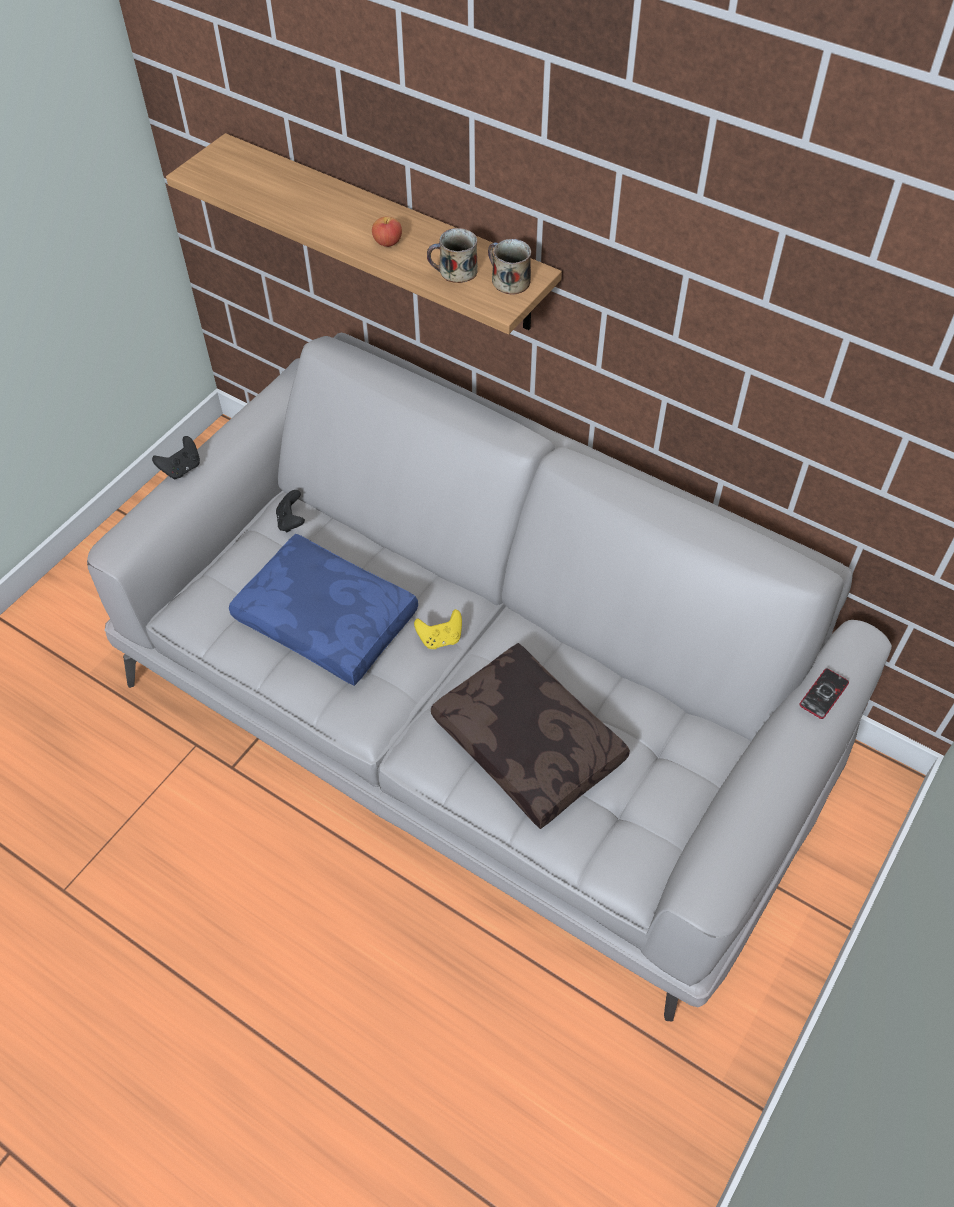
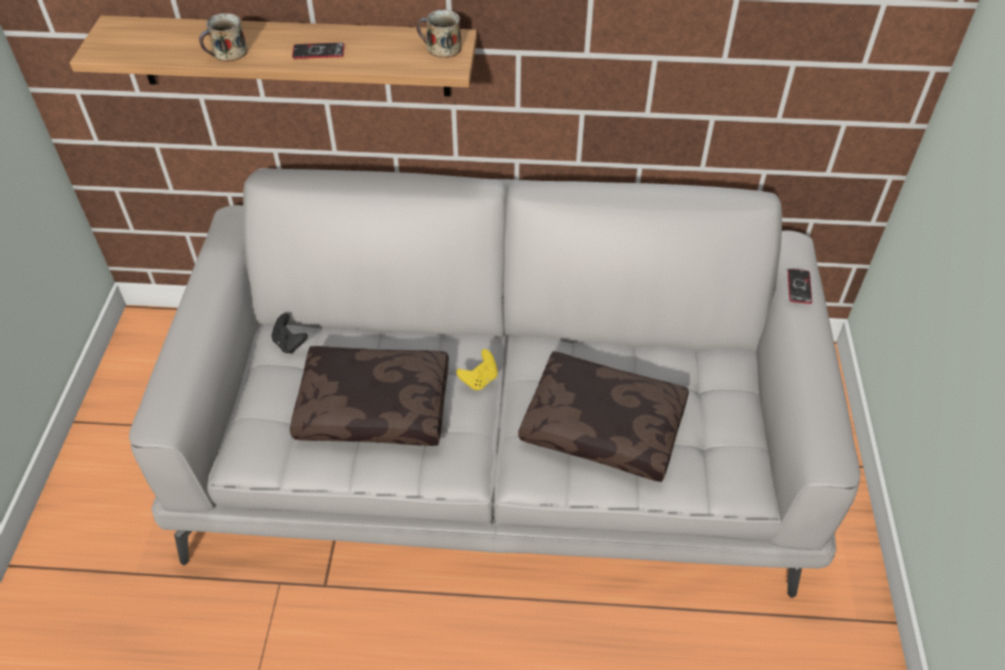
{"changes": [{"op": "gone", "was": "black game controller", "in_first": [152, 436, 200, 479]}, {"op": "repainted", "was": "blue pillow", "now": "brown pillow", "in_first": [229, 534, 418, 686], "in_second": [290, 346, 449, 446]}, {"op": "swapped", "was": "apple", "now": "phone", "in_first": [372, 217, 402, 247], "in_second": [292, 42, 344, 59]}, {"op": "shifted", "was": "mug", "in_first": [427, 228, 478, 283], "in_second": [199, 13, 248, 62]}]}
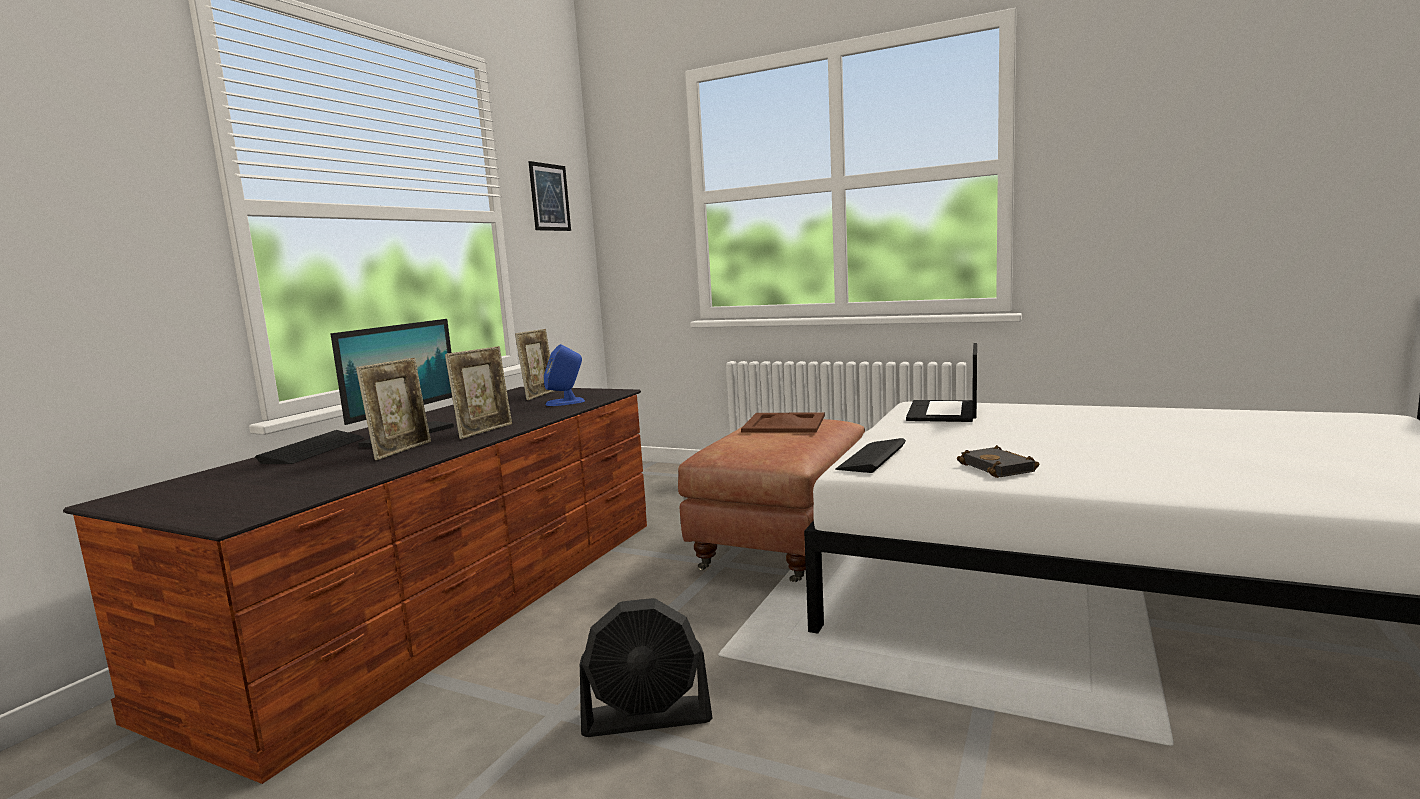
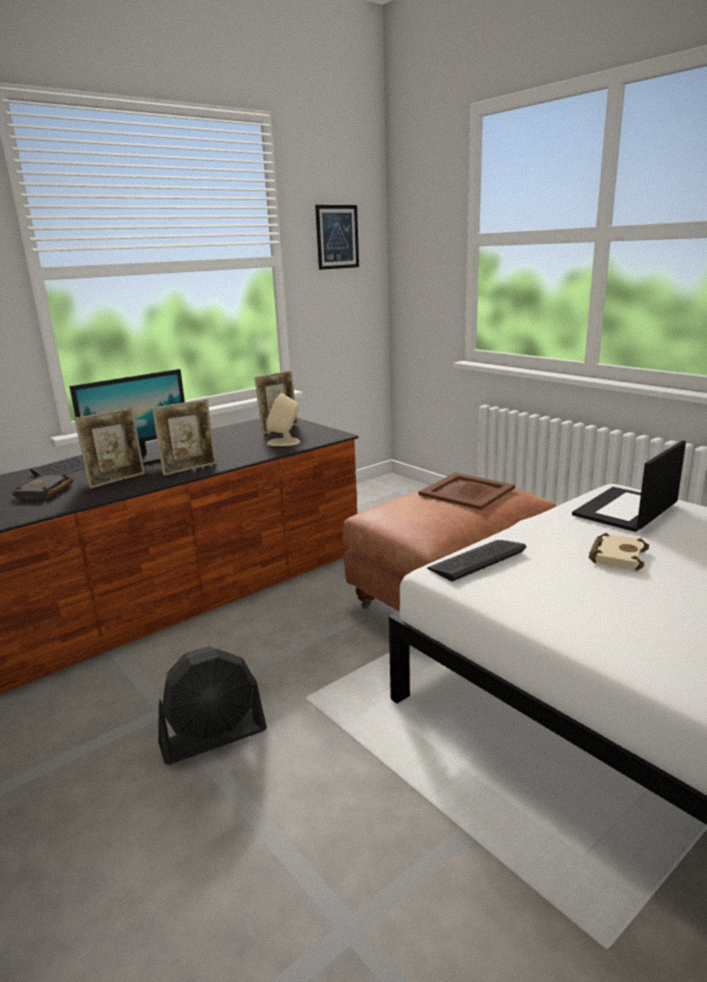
{"changes": [{"op": "repainted", "was": "blue speaker", "now": "beige speaker", "in_first": [544, 344, 585, 406], "in_second": [266, 393, 300, 446]}, {"op": "rotated", "was": "black fan", "in_first": [580, 598, 713, 737], "in_second": [158, 646, 267, 765], "clockwise": -45}, {"op": "shifted", "was": "black book", "in_first": [957, 445, 1039, 478], "in_second": [12, 474, 74, 499]}, {"op": "new", "now": "beige book", "in_second": [589, 533, 649, 571]}]}
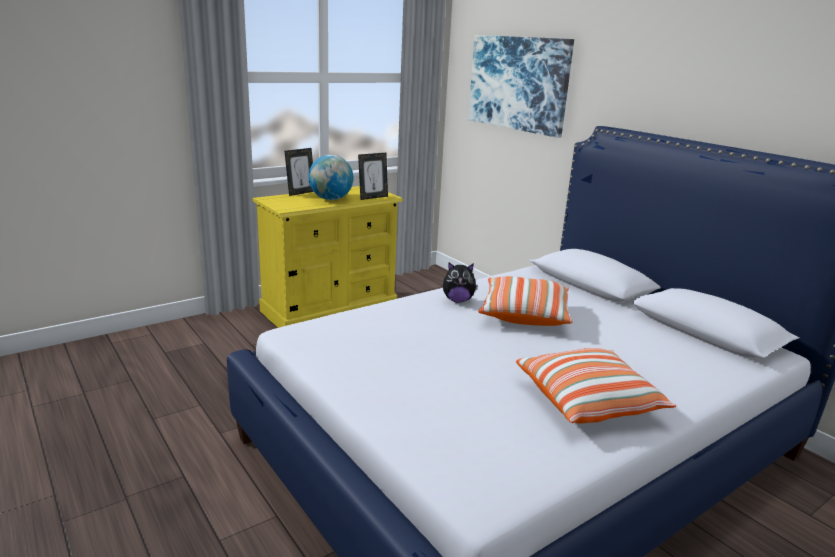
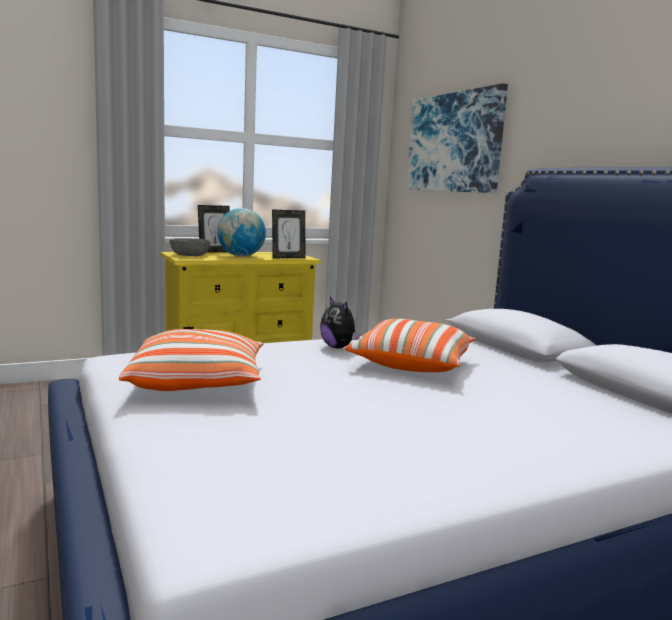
{"changes": [{"op": "rotated", "was": "plush toy", "in_first": [443, 262, 478, 303], "in_second": [320, 297, 360, 349], "clockwise": 45}, {"op": "shifted", "was": "pillow", "in_first": [516, 348, 676, 424], "in_second": [119, 329, 263, 391]}, {"op": "new", "now": "grey bowl", "in_second": [170, 238, 210, 256]}]}
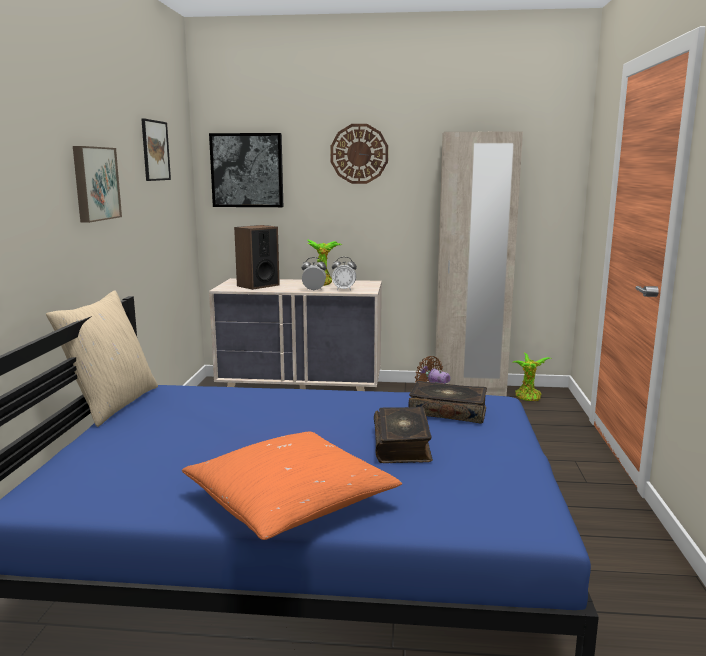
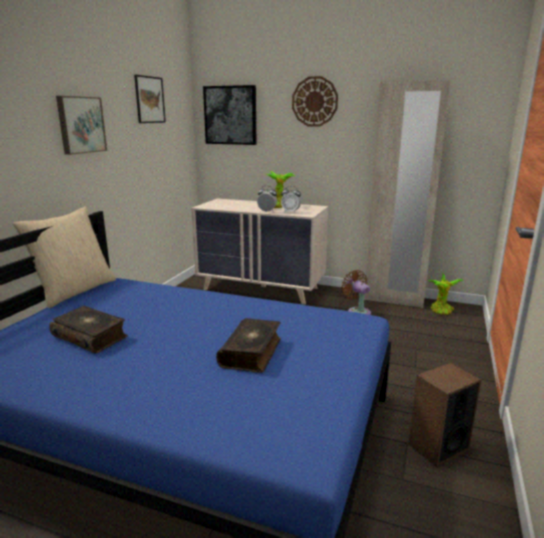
{"changes": [{"op": "gone", "was": "orange pillow", "in_first": [182, 431, 402, 540]}, {"op": "shifted", "was": "speaker", "in_first": [234, 225, 280, 290], "in_second": [409, 362, 481, 467]}, {"op": "shifted", "was": "book", "in_first": [408, 381, 487, 424], "in_second": [49, 306, 128, 354]}]}
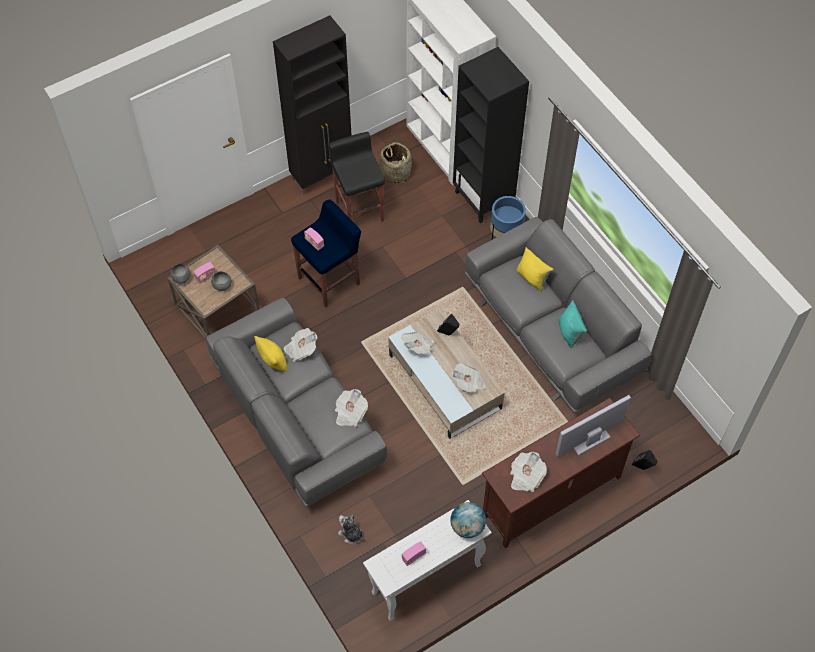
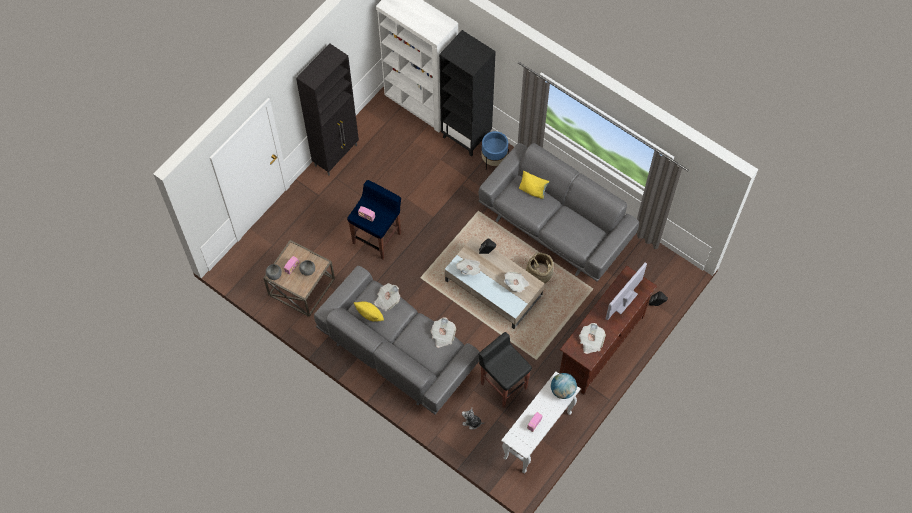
{"changes": [{"op": "shifted", "was": "black stool", "in_first": [329, 132, 385, 222], "in_second": [479, 332, 532, 408]}, {"op": "shifted", "was": "basket", "in_first": [380, 142, 412, 183], "in_second": [525, 252, 554, 283]}, {"op": "gone", "was": "turquoise pillow", "in_first": [558, 300, 587, 349]}]}
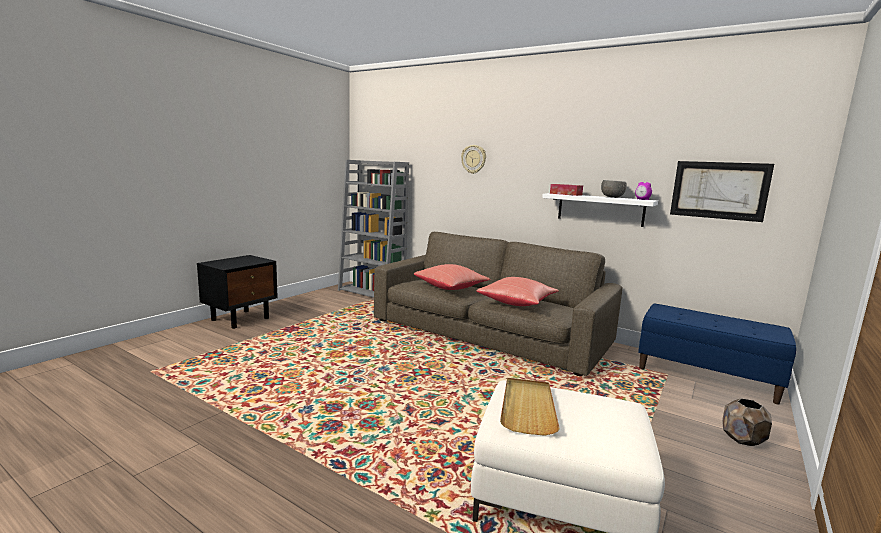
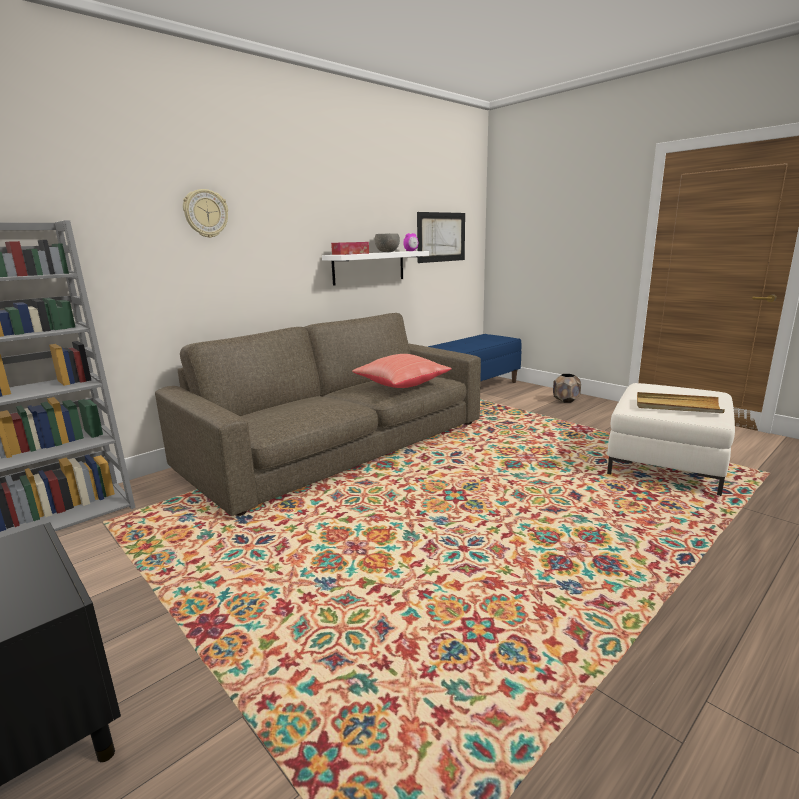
{"changes": [{"op": "gone", "was": "red pillow", "in_first": [414, 264, 490, 290]}]}
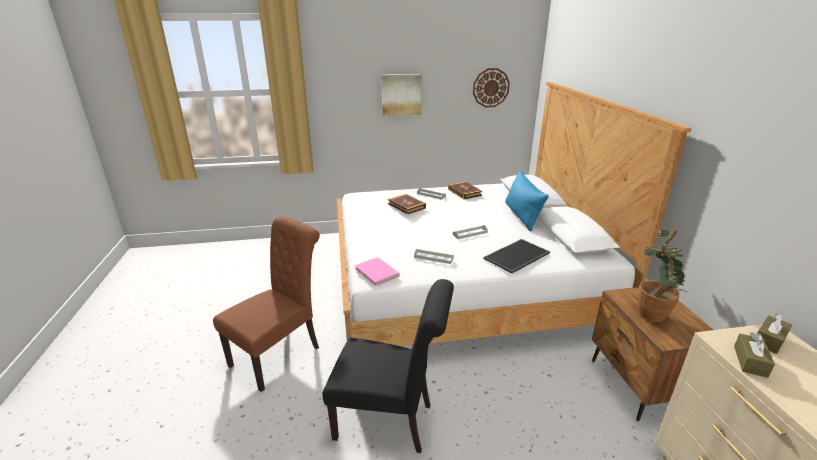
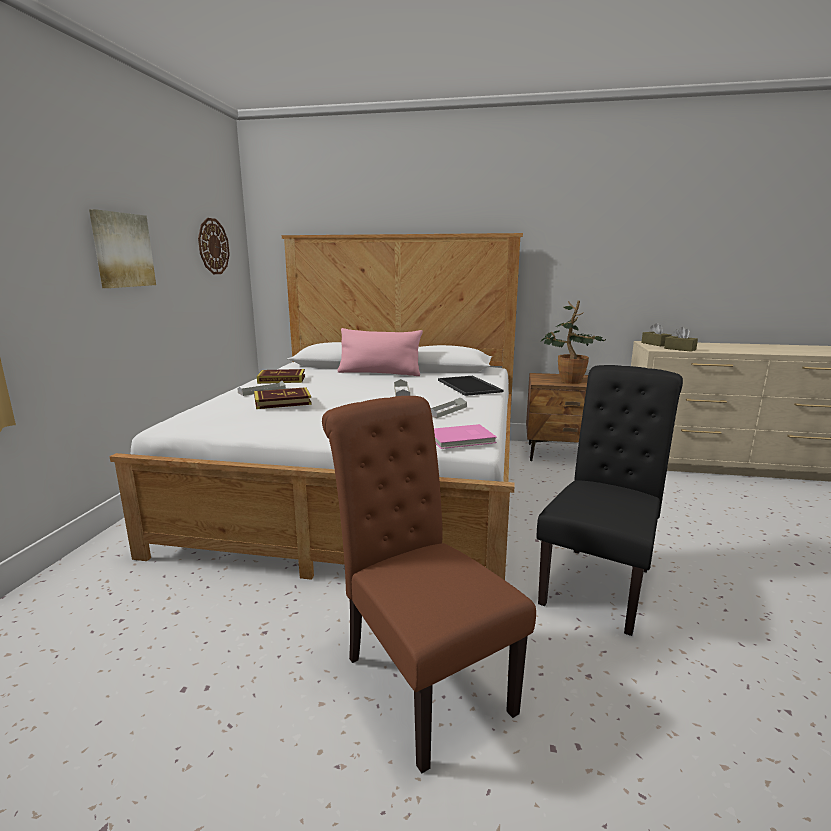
{"changes": [{"op": "repainted", "was": "blue pillow", "now": "pink pillow", "in_first": [505, 170, 549, 231], "in_second": [337, 328, 423, 376]}]}
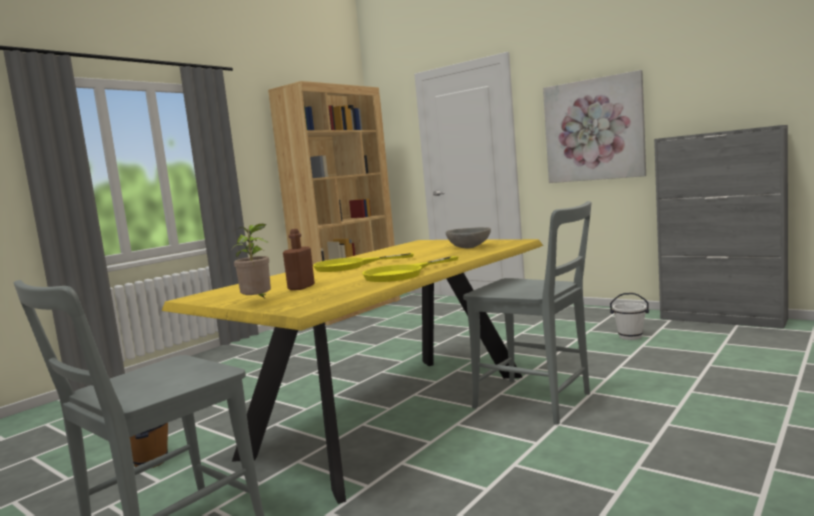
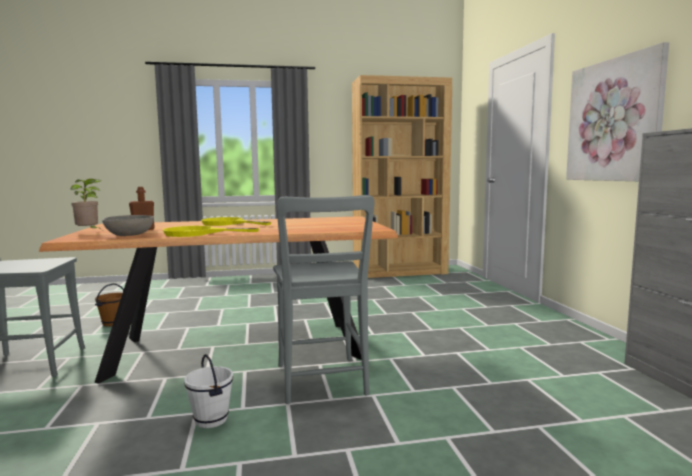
{"changes": [{"op": "repainted", "was": "yellow dining table", "now": "brown dining table", "in_first": [162, 239, 543, 504], "in_second": [39, 216, 398, 384]}, {"op": "shifted", "was": "grey bowl", "in_first": [446, 227, 491, 249], "in_second": [102, 215, 154, 236]}, {"op": "shifted", "was": "white bucket", "in_first": [610, 293, 649, 340], "in_second": [184, 354, 233, 428]}]}
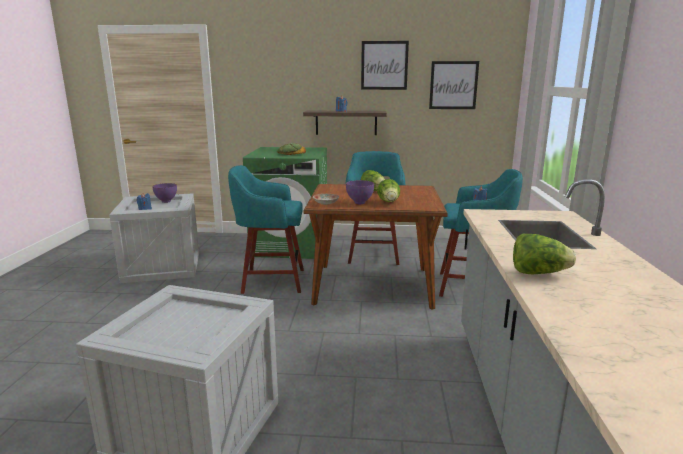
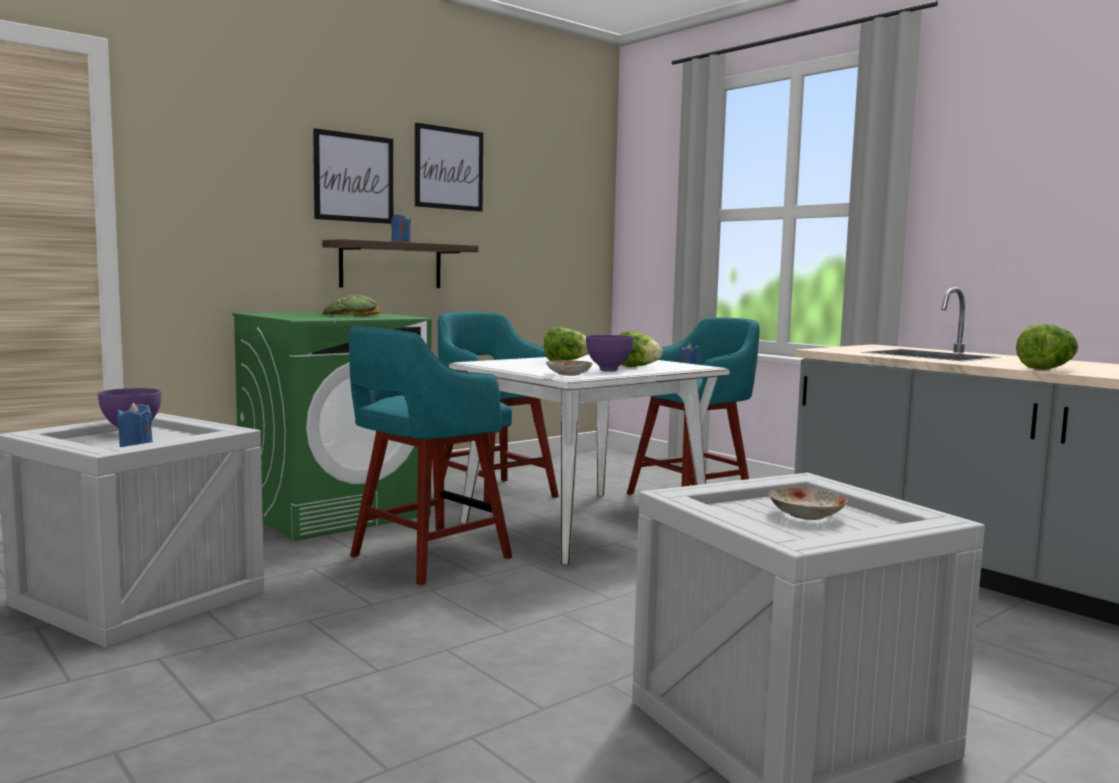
{"changes": [{"op": "repainted", "was": "brown dining table", "now": "white dining table", "in_first": [304, 184, 448, 310], "in_second": [449, 355, 729, 565]}, {"op": "shifted", "was": "picture", "in_first": [429, 61, 479, 109], "in_second": [313, 128, 393, 224]}, {"op": "new", "now": "plate", "in_second": [769, 487, 848, 520]}]}
